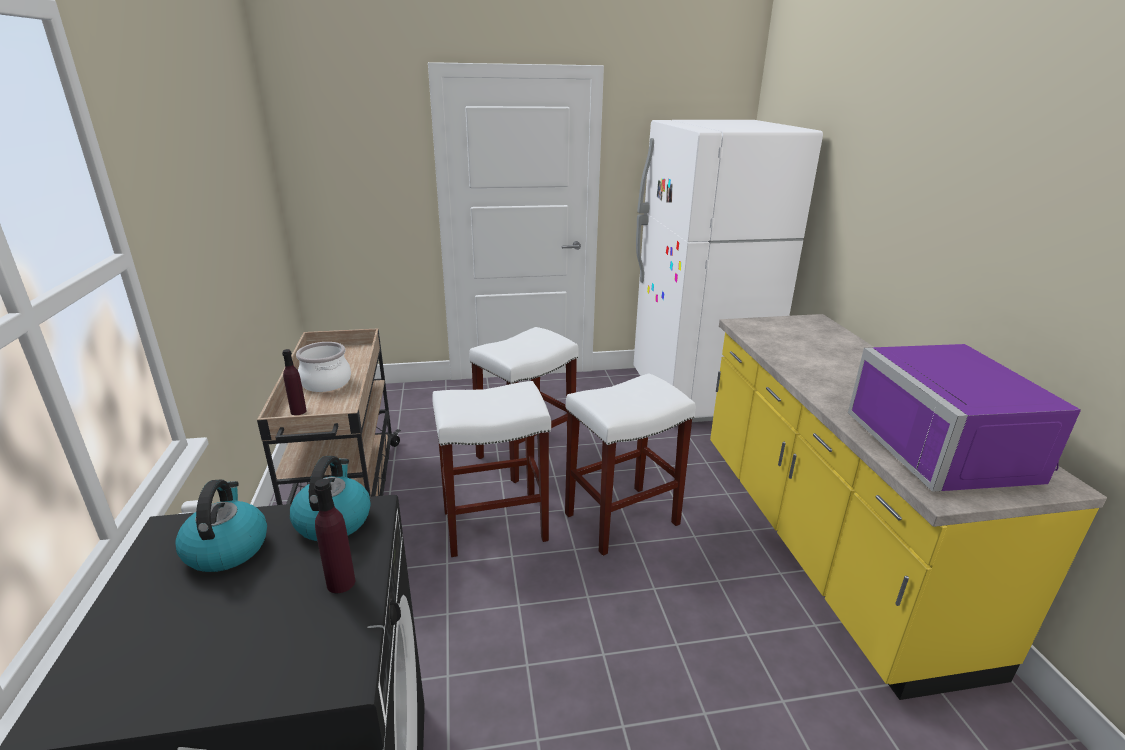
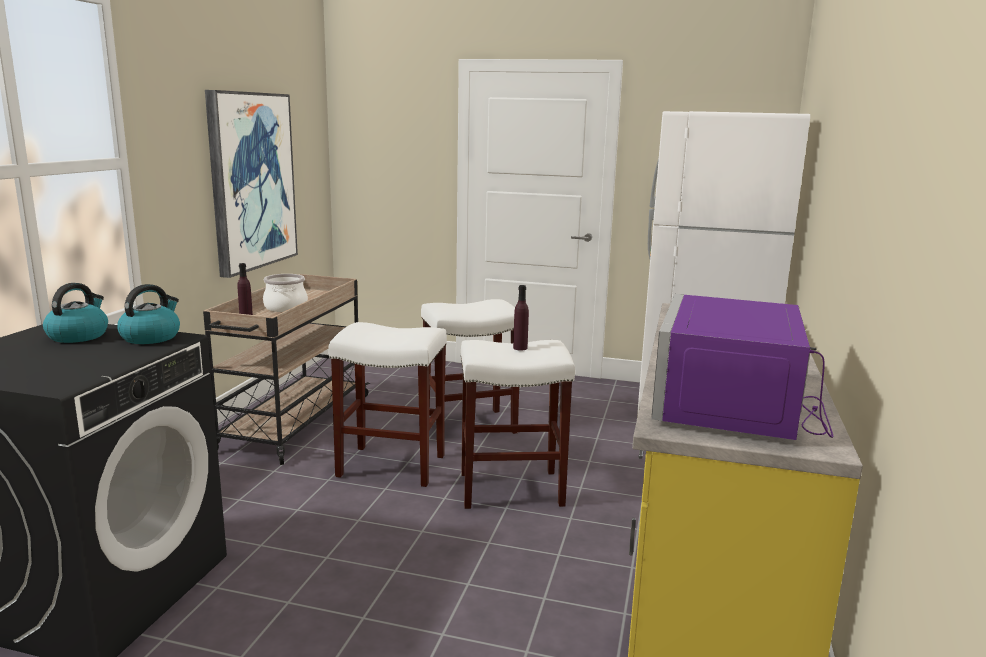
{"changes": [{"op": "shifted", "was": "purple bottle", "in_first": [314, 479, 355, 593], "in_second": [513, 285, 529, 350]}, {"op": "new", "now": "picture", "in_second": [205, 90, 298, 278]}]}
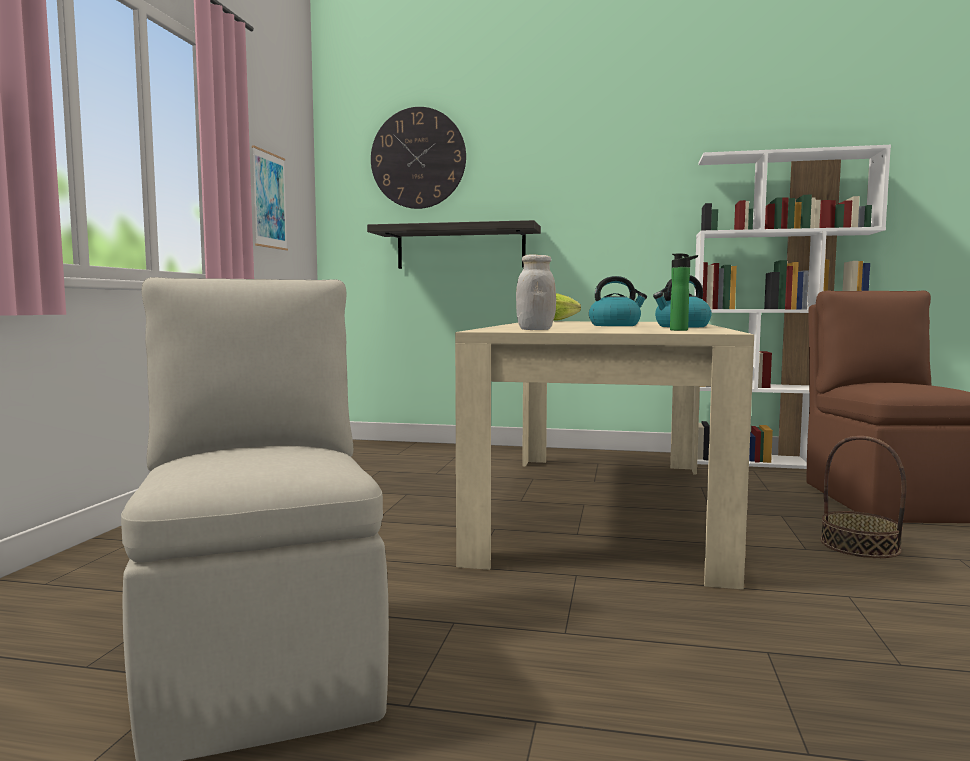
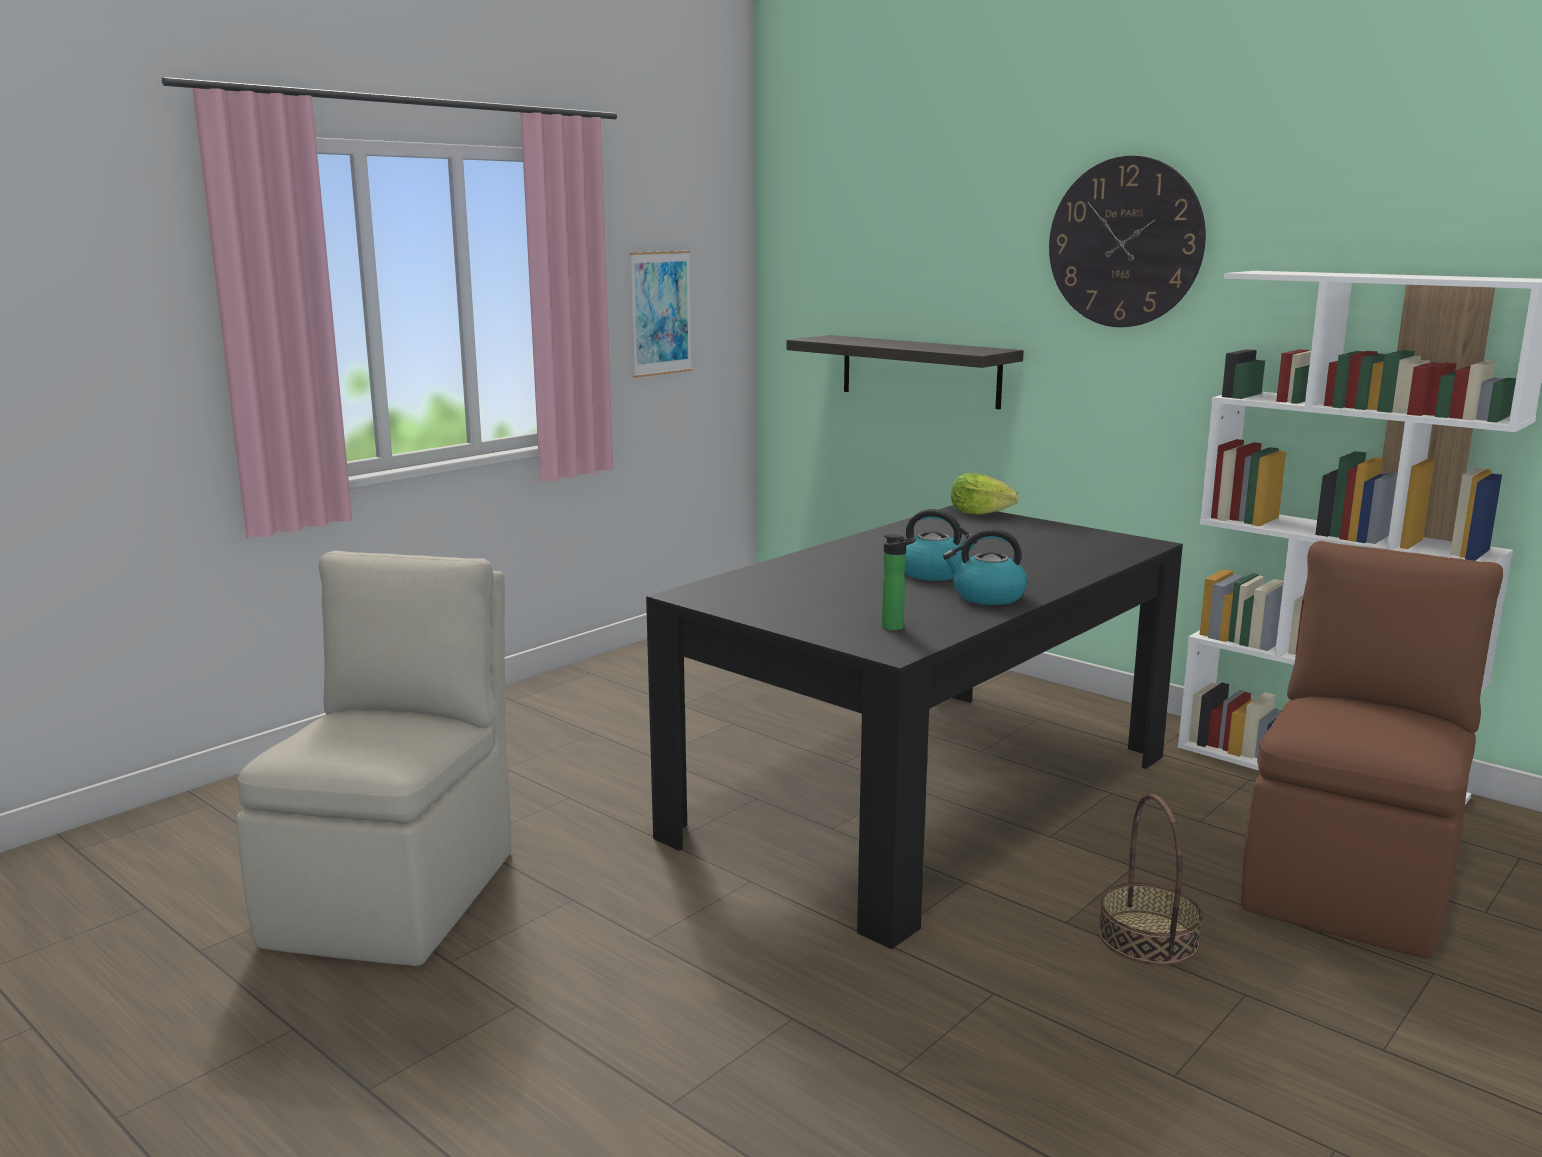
{"changes": [{"op": "shifted", "was": "wall clock", "in_first": [371, 107, 466, 209], "in_second": [1049, 156, 1206, 327]}, {"op": "repainted", "was": "beige dining table", "now": "black dining table", "in_first": [455, 321, 754, 590], "in_second": [646, 505, 1183, 949]}, {"op": "gone", "was": "white jar", "in_first": [516, 255, 556, 330]}]}
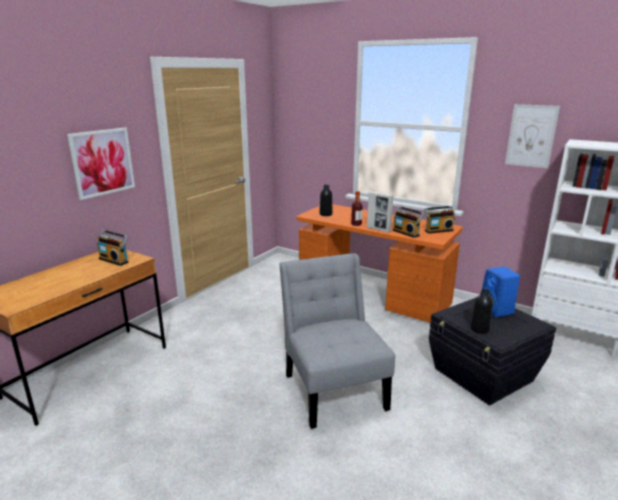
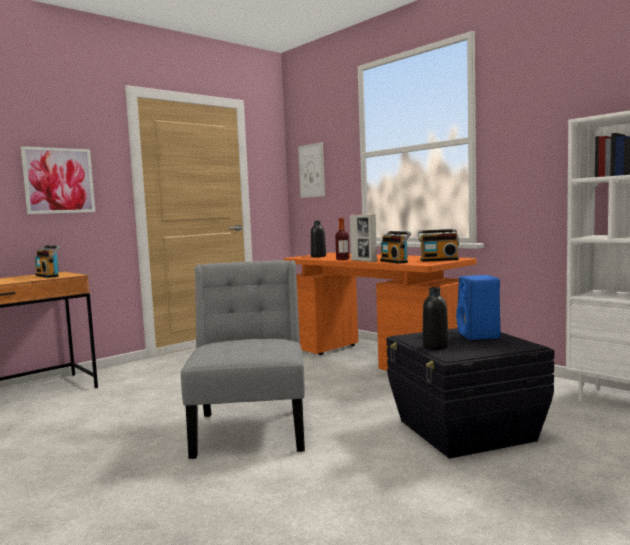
{"changes": [{"op": "shifted", "was": "picture", "in_first": [505, 104, 560, 168], "in_second": [298, 142, 325, 198]}]}
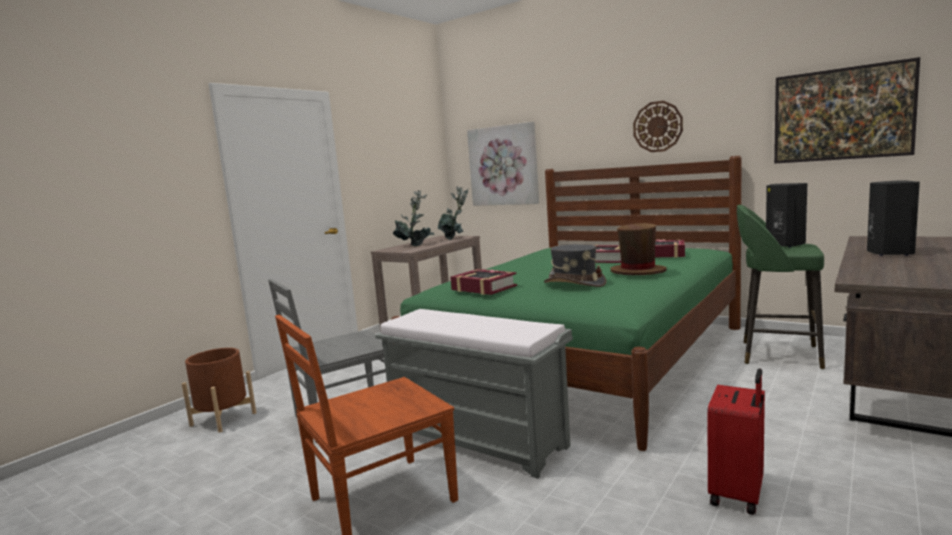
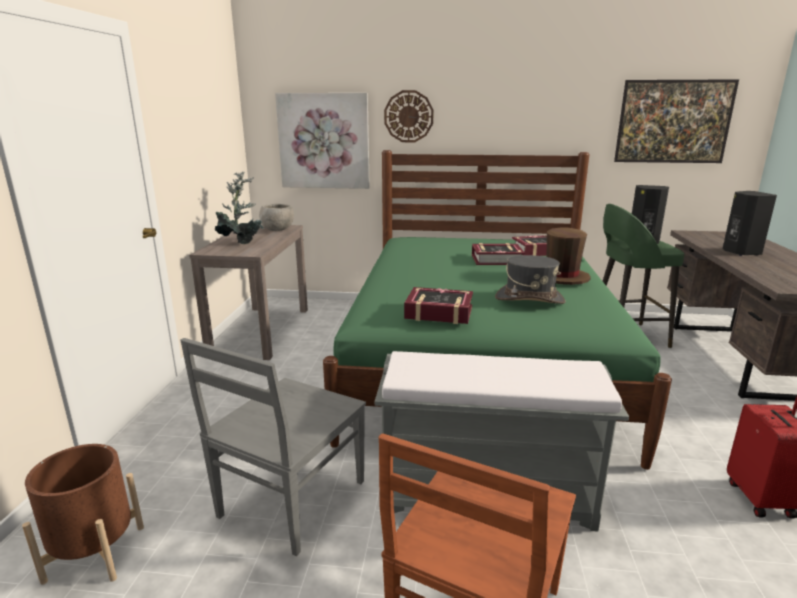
{"changes": [{"op": "swapped", "was": "potted plant", "now": "grey bowl", "in_first": [438, 186, 468, 240], "in_second": [259, 204, 294, 231]}, {"op": "shifted", "was": "wall clock", "in_first": [633, 101, 683, 152], "in_second": [384, 90, 434, 142]}]}
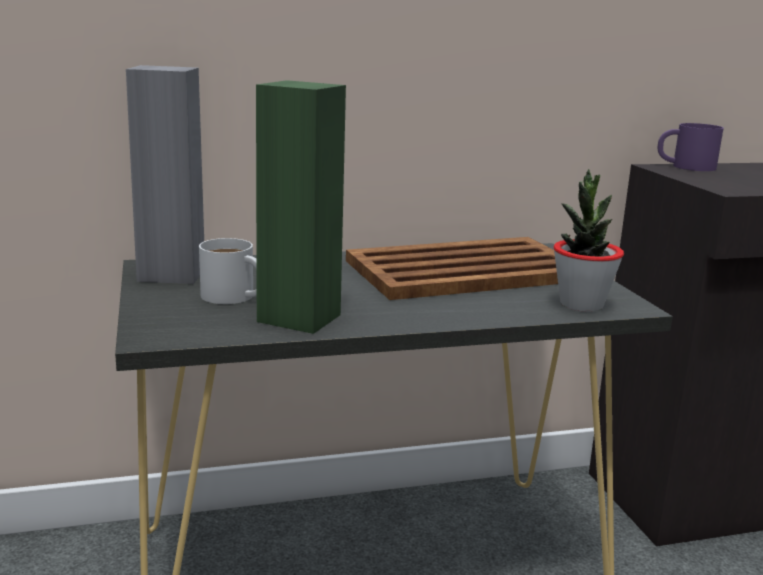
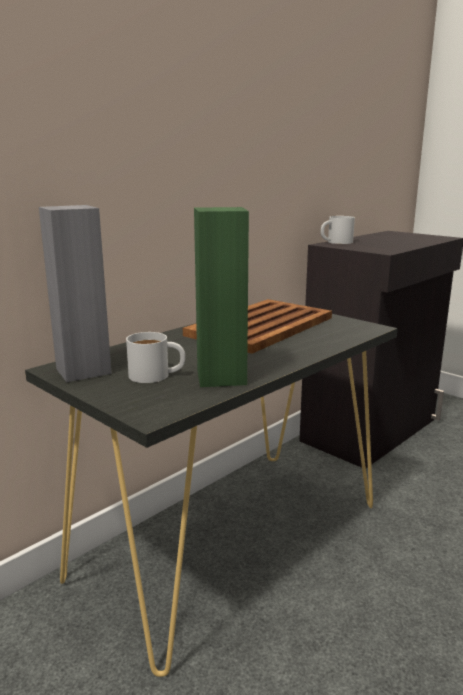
{"changes": [{"op": "gone", "was": "potted plant", "in_first": [553, 169, 624, 312]}, {"op": "repainted", "was": "purple mug", "now": "white mug", "in_first": [658, 123, 724, 171], "in_second": [321, 216, 355, 244]}]}
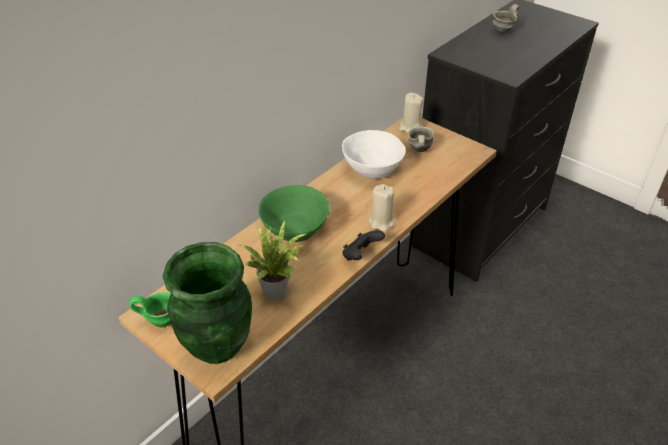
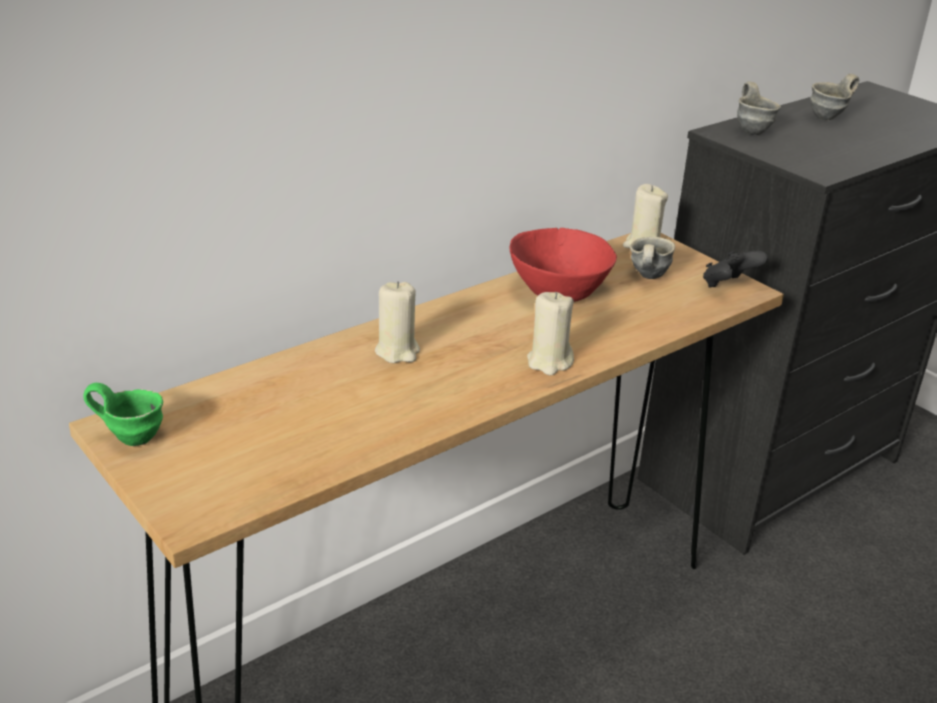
{"changes": [{"op": "gone", "was": "green vase", "in_first": [163, 242, 252, 364]}, {"op": "gone", "was": "potted plant", "in_first": [237, 220, 308, 300]}, {"op": "swapped", "was": "green bowl", "now": "beige candle", "in_first": [258, 185, 329, 242], "in_second": [375, 281, 420, 363]}, {"op": "repainted", "was": "white bowl", "now": "red bowl", "in_first": [342, 130, 406, 179], "in_second": [509, 228, 617, 302]}, {"op": "shifted", "was": "black game controller", "in_first": [342, 230, 385, 261], "in_second": [703, 251, 768, 288]}, {"op": "new", "now": "grey mug", "in_second": [737, 82, 781, 135]}]}
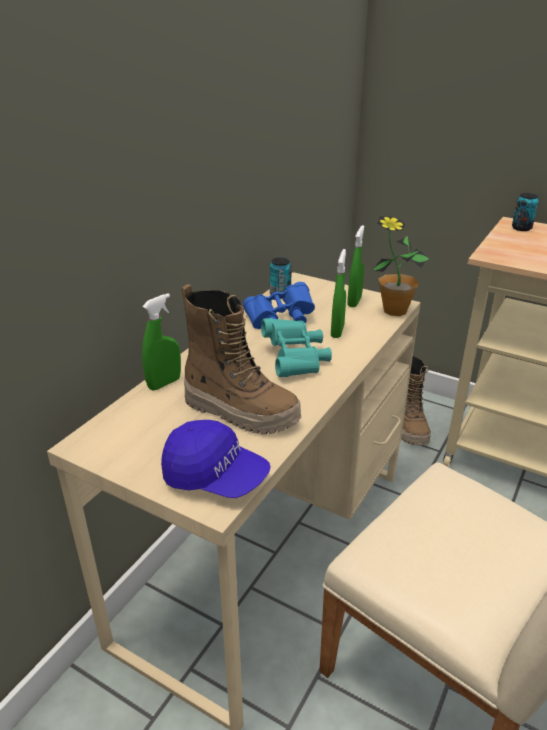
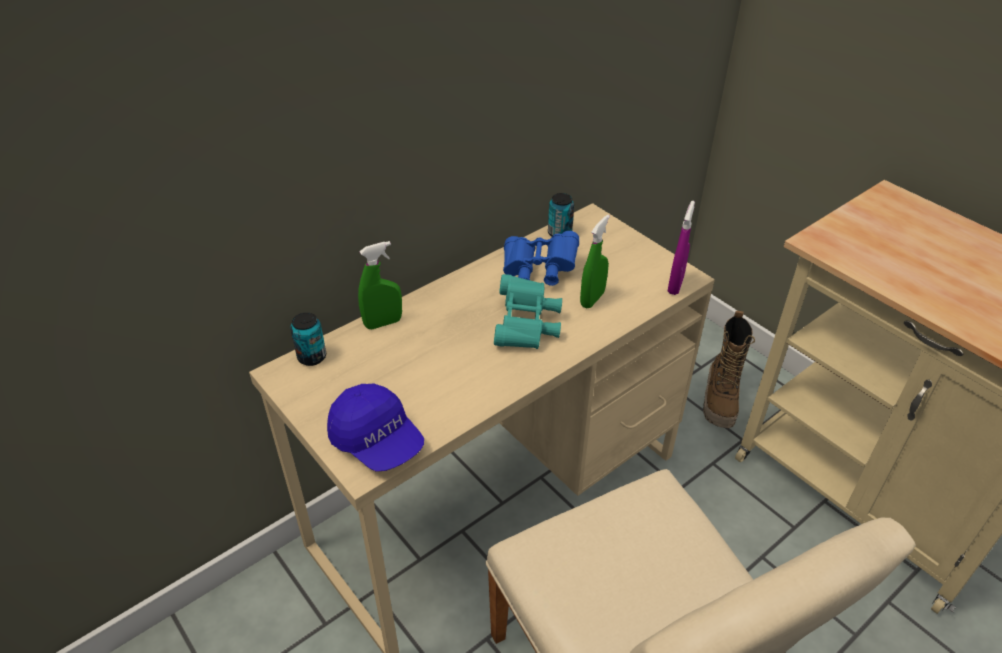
{"changes": [{"op": "gone", "was": "boot", "in_first": [182, 284, 301, 435]}, {"op": "gone", "was": "green spray bottle", "in_first": [348, 225, 365, 307]}, {"op": "swapped", "was": "potted plant", "now": "purple spray bottle", "in_first": [372, 216, 430, 316], "in_second": [668, 201, 695, 295]}, {"op": "shifted", "was": "can", "in_first": [512, 193, 539, 231], "in_second": [290, 312, 326, 366]}]}
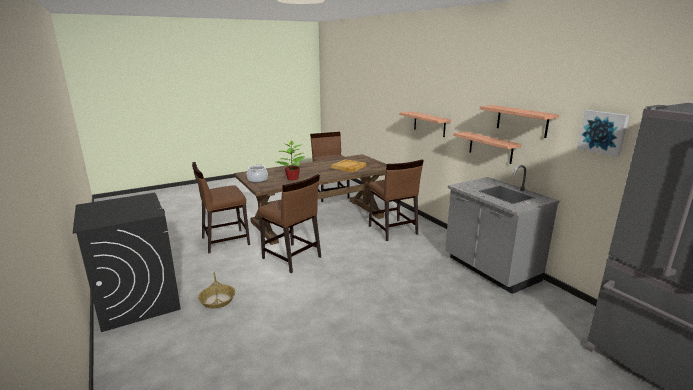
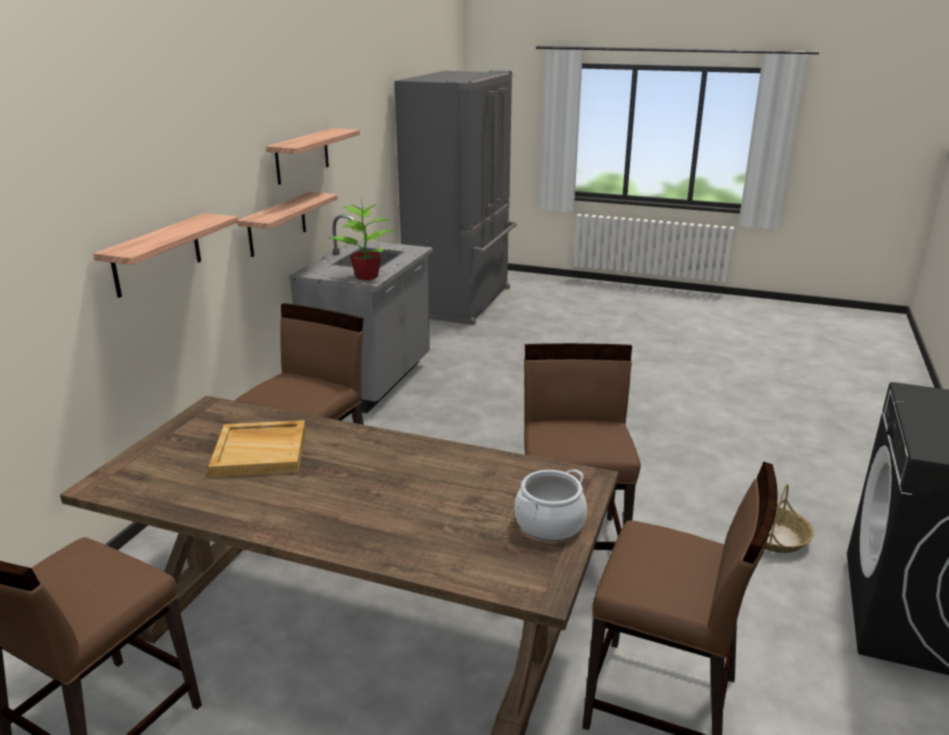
{"changes": [{"op": "shifted", "was": "potted plant", "in_first": [276, 141, 305, 180], "in_second": [328, 201, 396, 280]}, {"op": "gone", "was": "picture", "in_first": [577, 110, 629, 157]}]}
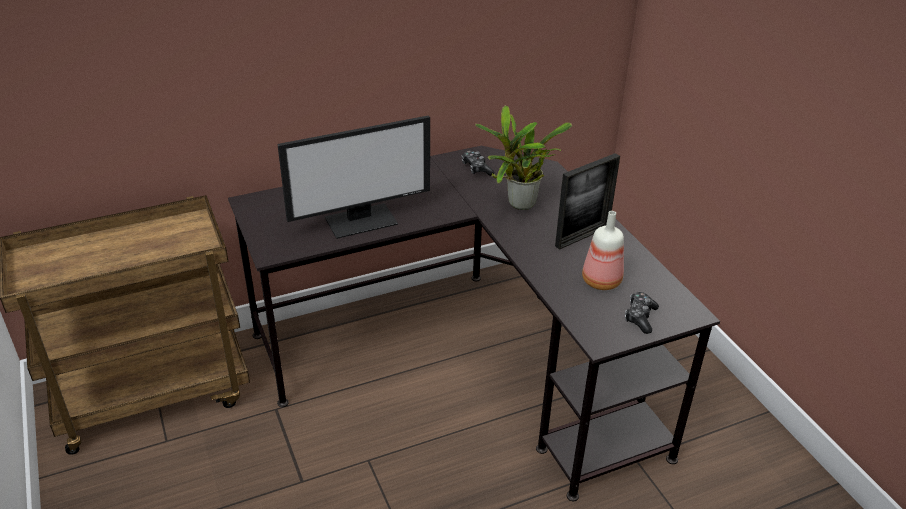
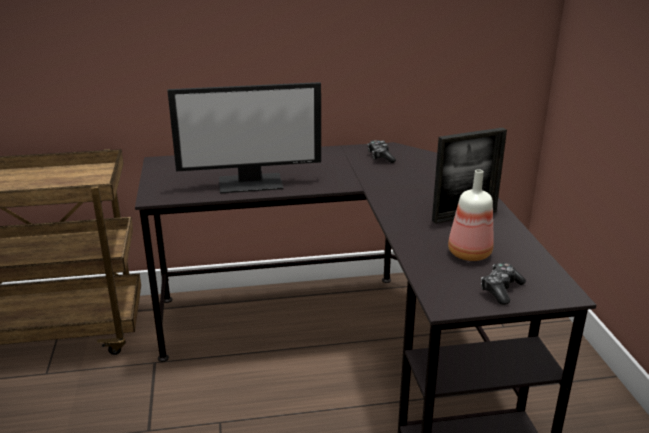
{"changes": [{"op": "gone", "was": "potted plant", "in_first": [475, 105, 572, 210]}]}
